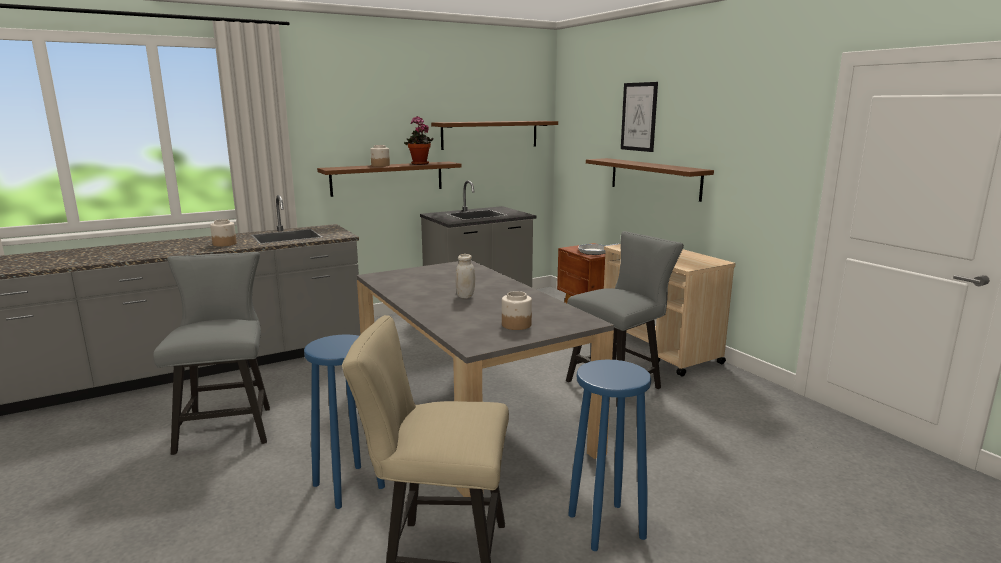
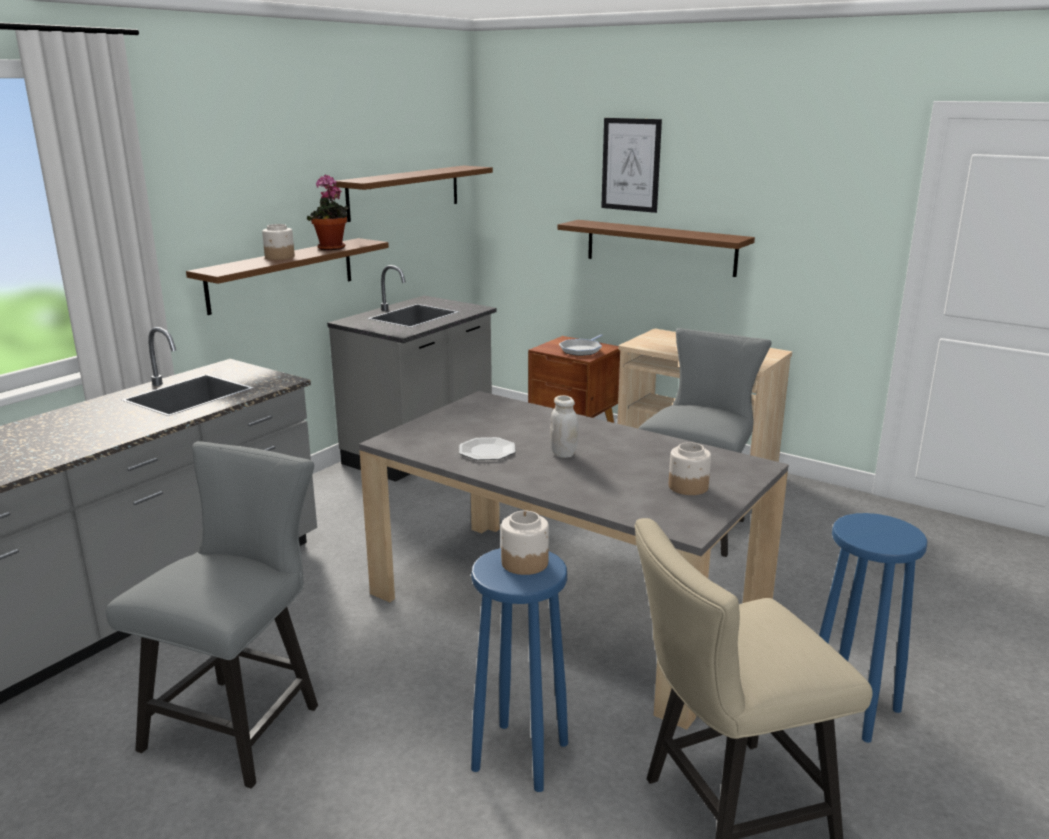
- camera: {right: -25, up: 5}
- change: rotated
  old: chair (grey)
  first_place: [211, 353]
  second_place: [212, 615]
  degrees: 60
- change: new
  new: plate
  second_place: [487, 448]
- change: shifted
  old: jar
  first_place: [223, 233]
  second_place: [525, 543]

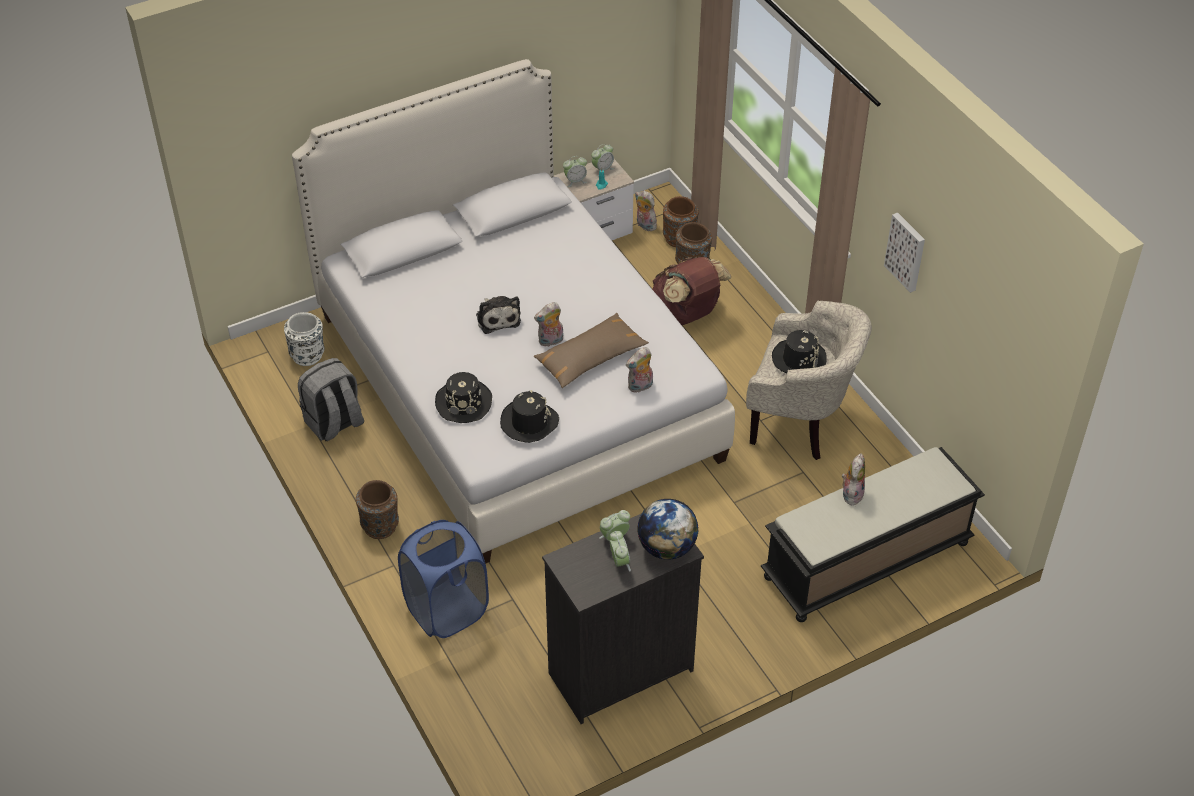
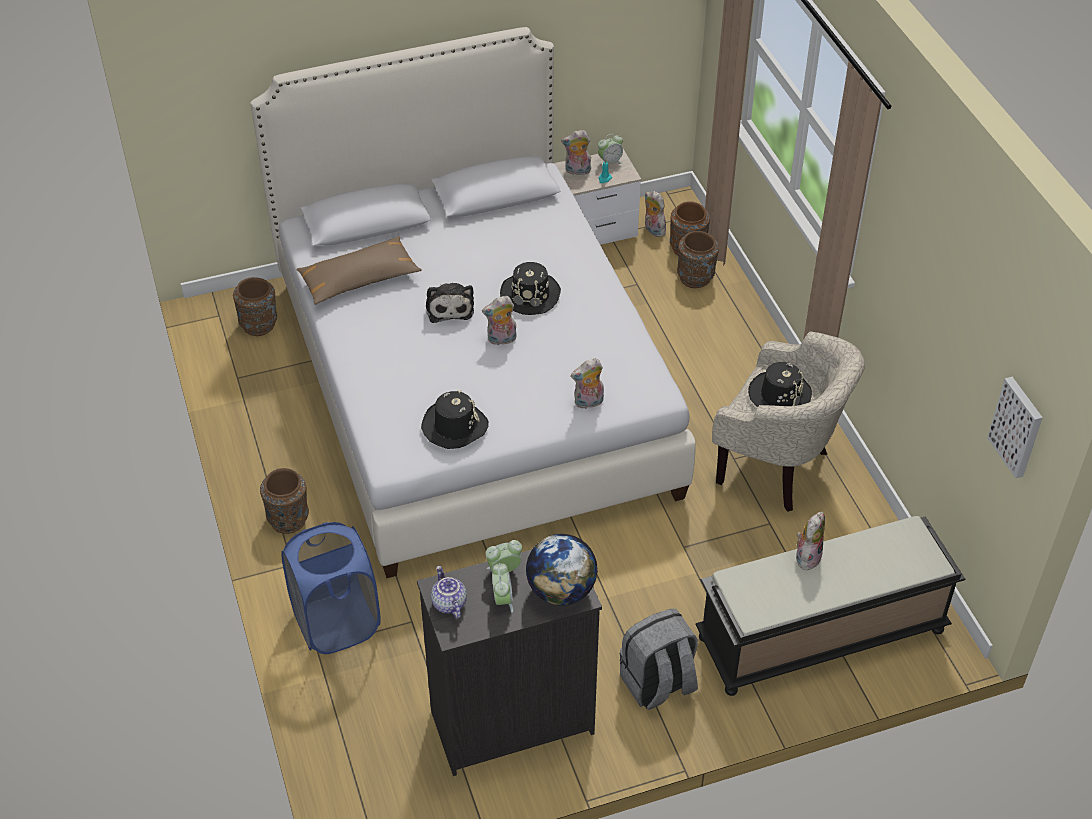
- camera: {right: 10, up: 0}
- change: repainted
  old: vase (white)
  new: vase (brown)
  first_place: [304, 339]
  second_place: [255, 306]
- change: shifted
  old: pillow (brown)
  first_place: [591, 350]
  second_place: [359, 270]
- change: new
  new: teapot
  second_place: [449, 592]
- change: shifted
  old: hat (black)
  first_place: [463, 397]
  second_place: [530, 288]
- change: swapped
  old: alarm clock
  new: plush toy
  first_place: [575, 171]
  second_place: [576, 153]
- change: shifted
  old: backpack (grey)
  first_place: [331, 399]
  second_place: [659, 659]
- change: shifted
  old: picture
  first_place: [904, 253]
  second_place: [1015, 427]
- change: gone
  old: backpack (brown)
  first_place: [691, 291]

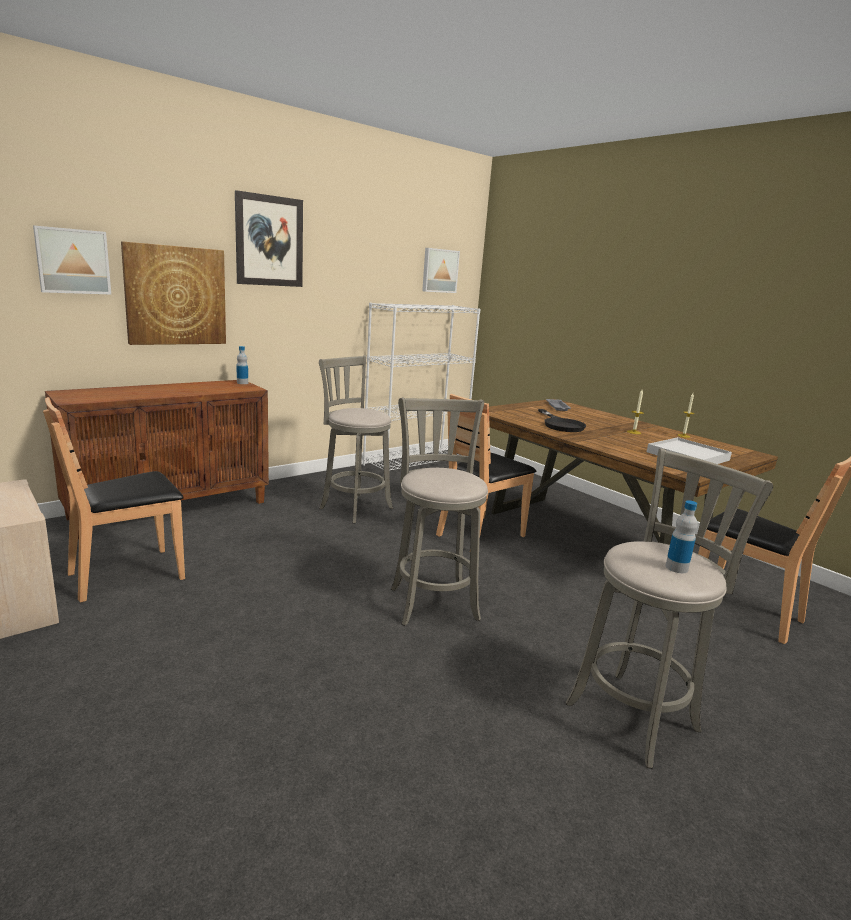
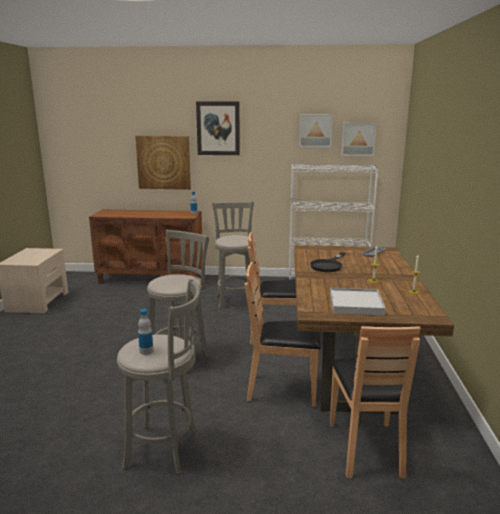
- camera: {right: 45, up: 0}
- change: shifted
  old: chair (brown)
  first_place: [114, 500]
  second_place: [282, 334]
- change: shifted
  old: picture
  first_place: [72, 260]
  second_place: [316, 130]

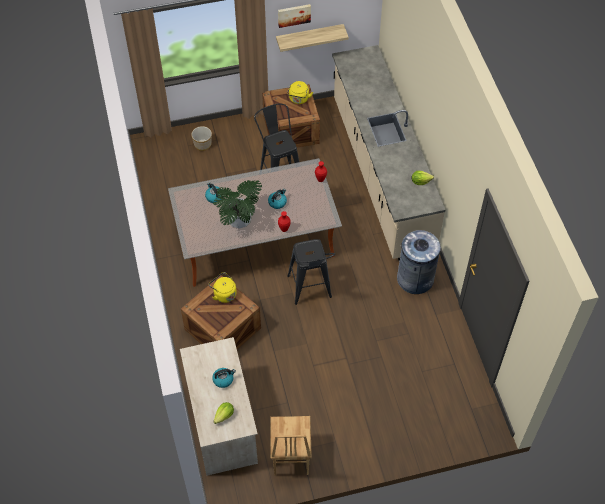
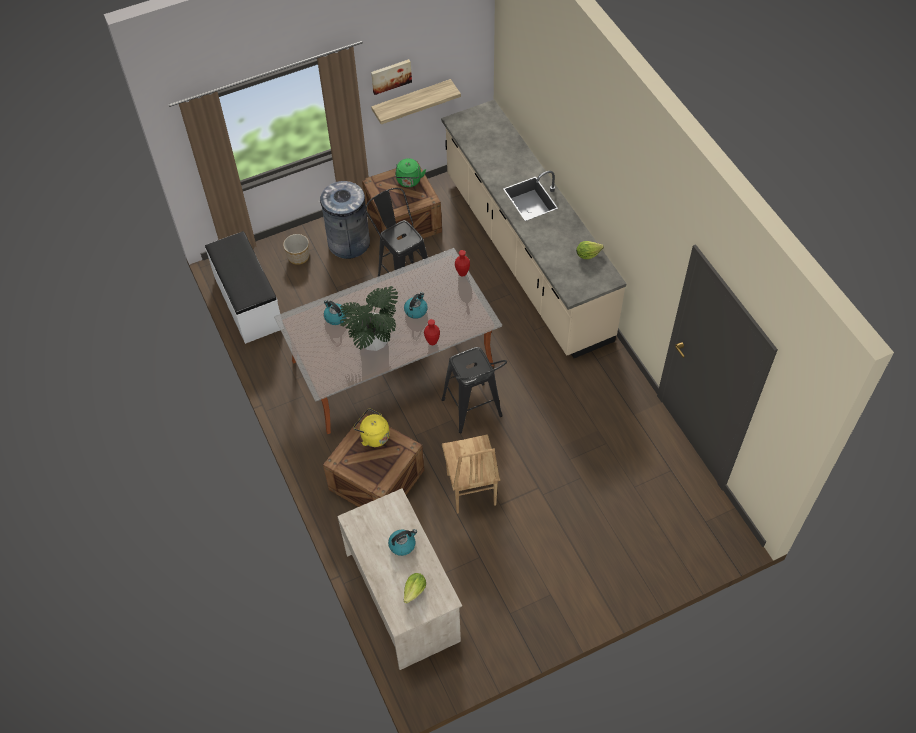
- camera: {right: -10, up: 0}
- change: new
  new: bench (white)
  second_place: [242, 287]
- change: shifted
  old: trash can (grey)
  first_place: [419, 262]
  second_place: [344, 220]
- change: repainted
  old: kettle (yellow)
  new: kettle (green)
  first_place: [300, 92]
  second_place: [410, 172]
- change: shifted
  old: chair (brown)
  first_place: [291, 446]
  second_place: [471, 474]

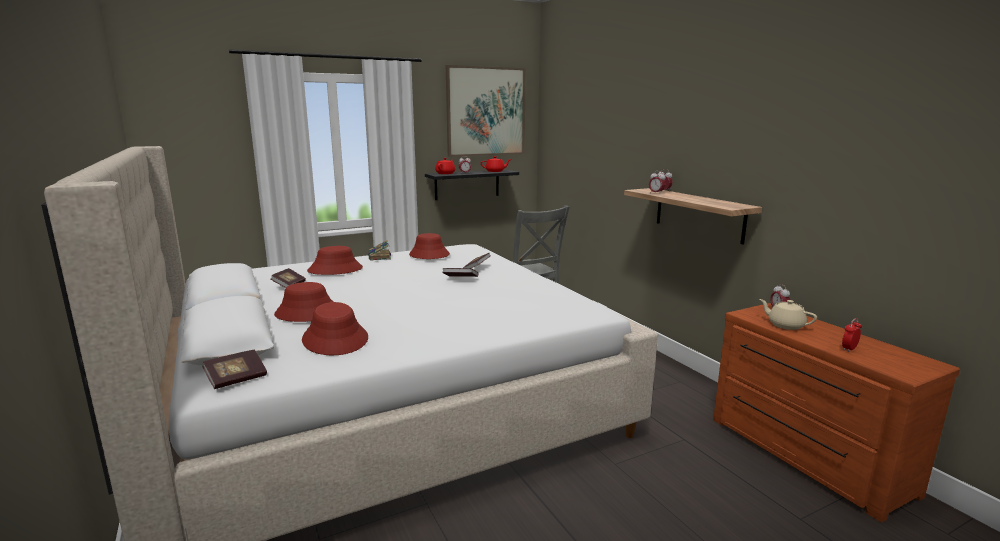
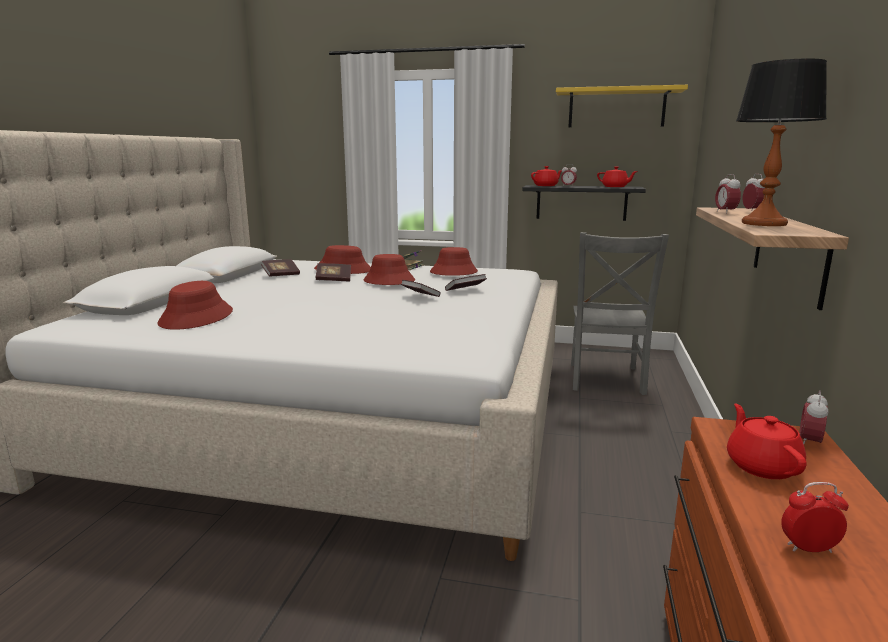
- camera: {right: 40, up: 0}
- change: shifted
  old: book
  first_place: [234, 369]
  second_place: [333, 272]
- change: shifted
  old: hat (red)
  first_place: [303, 302]
  second_place: [389, 269]
- change: swapped
  old: picture
  new: shelf (yellow)
  first_place: [486, 111]
  second_place: [622, 106]
- change: repainted
  old: teapot (beige)
  new: teapot (red)
  first_place: [788, 314]
  second_place: [767, 441]
- change: new
  new: table lamp
  second_place: [781, 142]

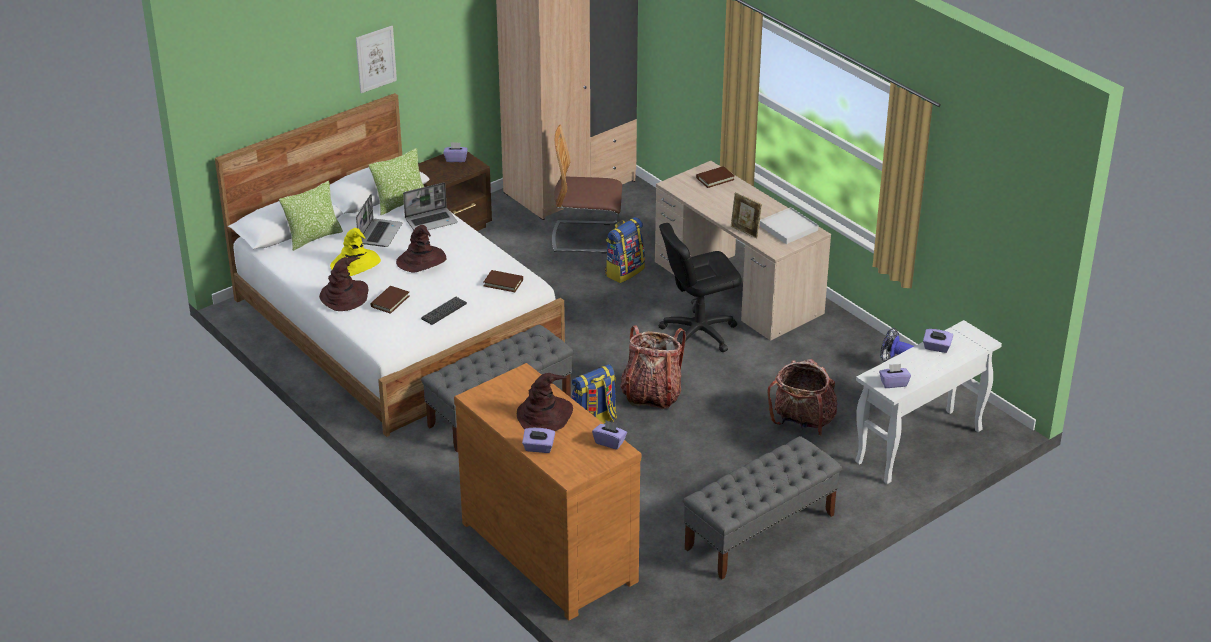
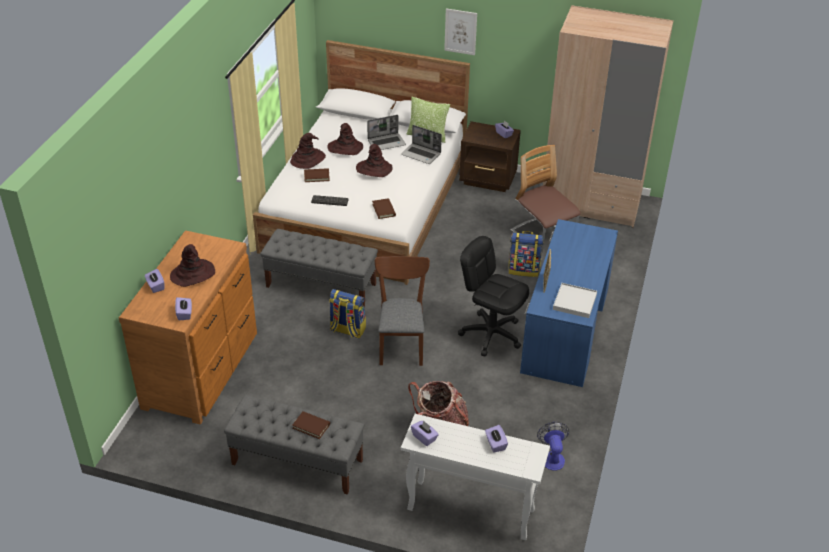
- camera: {right: 55, up: 5}
- change: shifted
  old: book (brown)
  first_place: [715, 177]
  second_place: [311, 425]
- change: repainted
  old: hat (yellow)
  new: hat (brown)
  first_place: [355, 252]
  second_place: [345, 139]
- change: swapped
  old: backpack
  new: chair (brown)
  first_place: [653, 367]
  second_place: [402, 311]
- change: repainted
  old: desk (beige)
  new: desk (blue)
  first_place: [743, 251]
  second_place: [569, 303]
- change: gone
  old: pillow
  first_place: [311, 216]

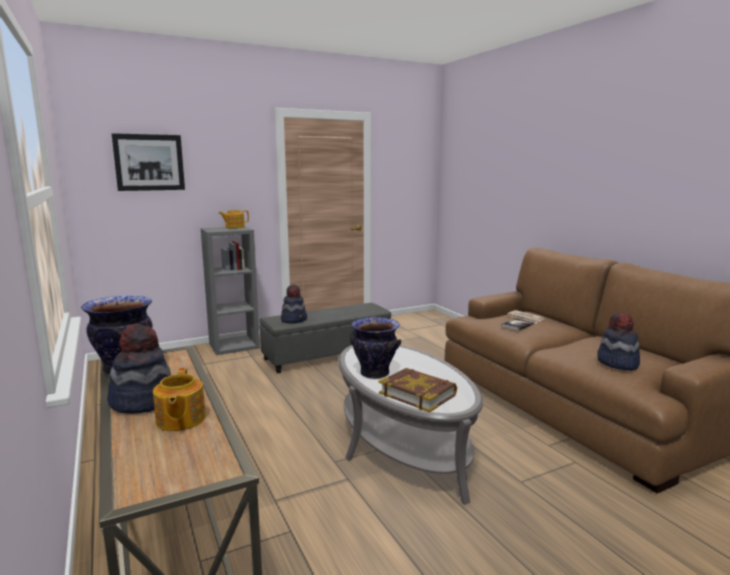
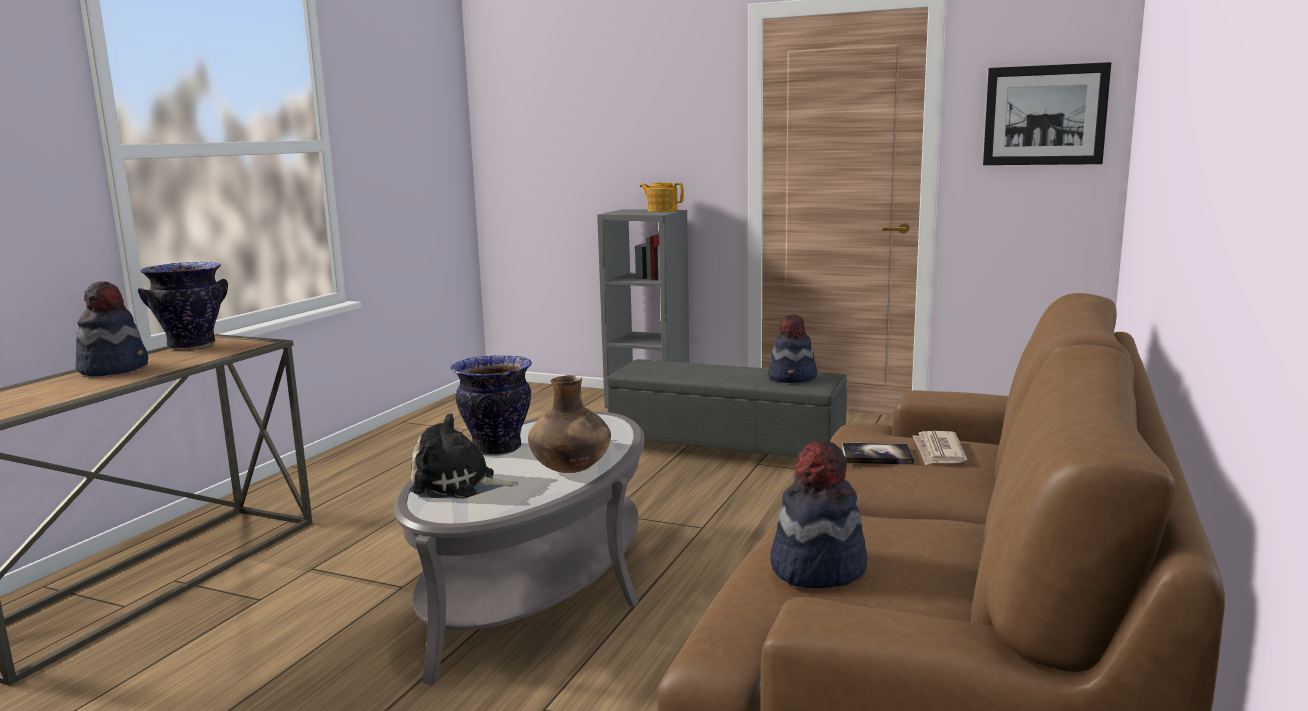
- camera: {right: 50, up: 0}
- change: swapped
  old: book
  new: plush toy
  first_place: [418, 390]
  second_place: [464, 456]
- change: new
  new: vase (brown)
  second_place: [569, 424]
- change: shifted
  old: hat
  first_place: [294, 304]
  second_place: [792, 348]
- change: shifted
  old: picture
  first_place: [148, 162]
  second_place: [1047, 113]
- change: gone
  old: teapot
  first_place: [179, 399]

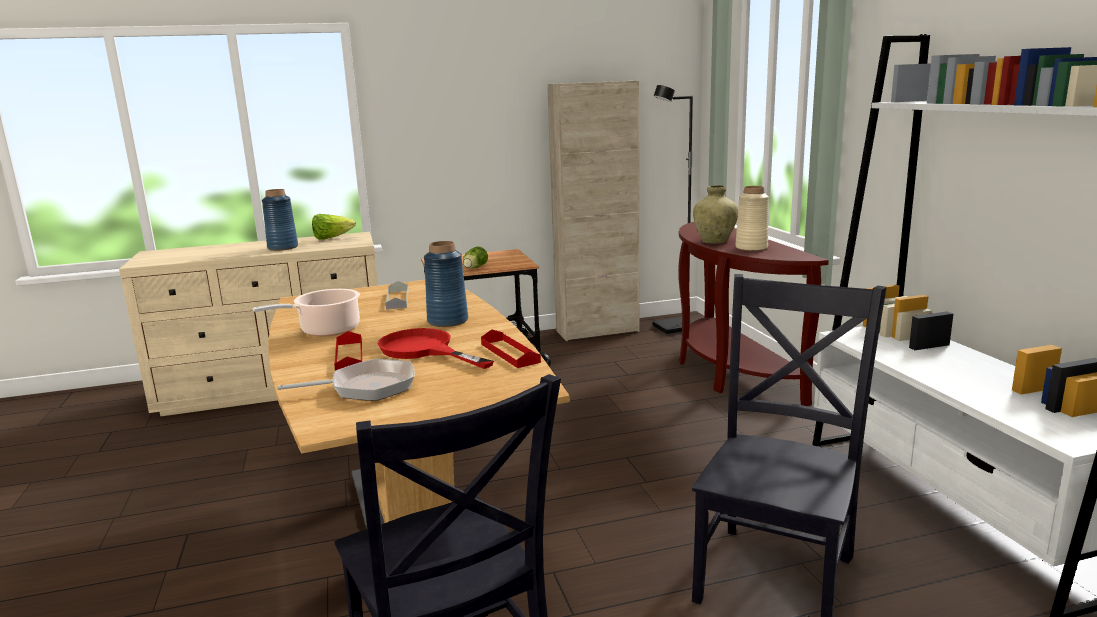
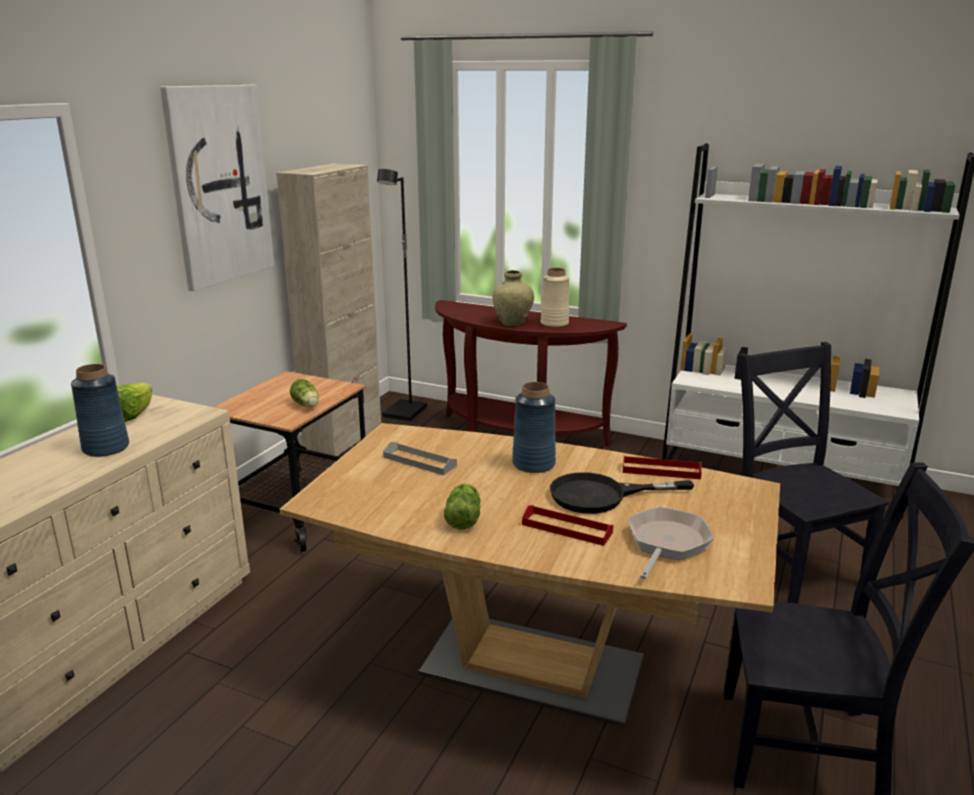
- camera: {right: -50, up: 5}
- change: new
  new: picture
  second_place: [217, 188]
- change: swapped
  old: cooking pot
  new: lettuce
  first_place: [306, 312]
  second_place: [462, 506]
- change: repainted
  old: frying pan (red)
  new: frying pan (black)
  first_place: [435, 348]
  second_place: [622, 493]

